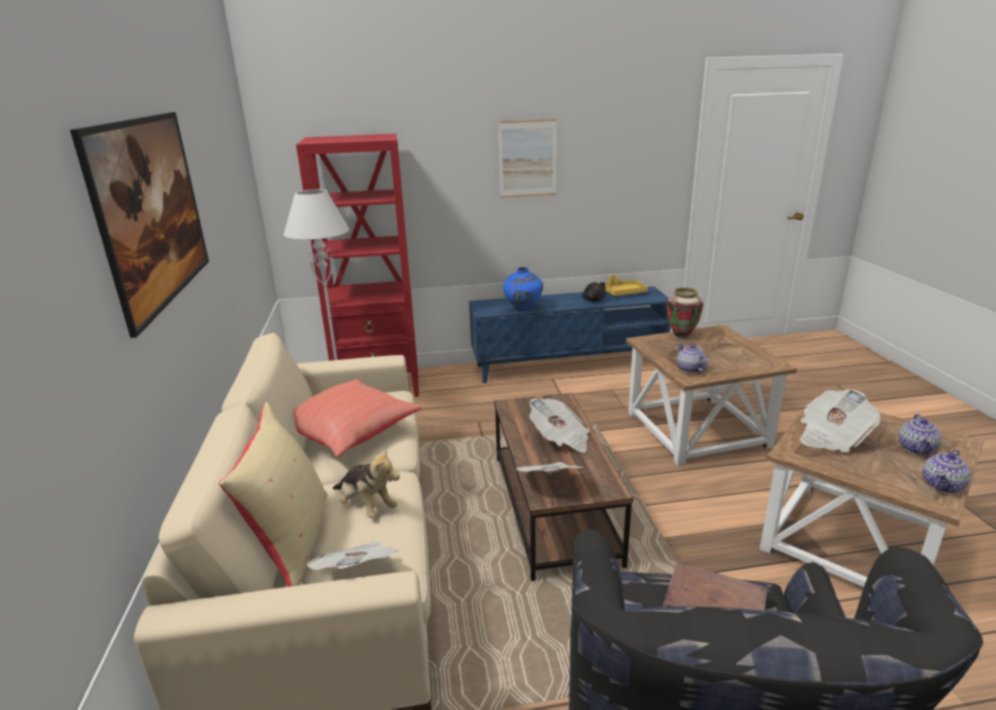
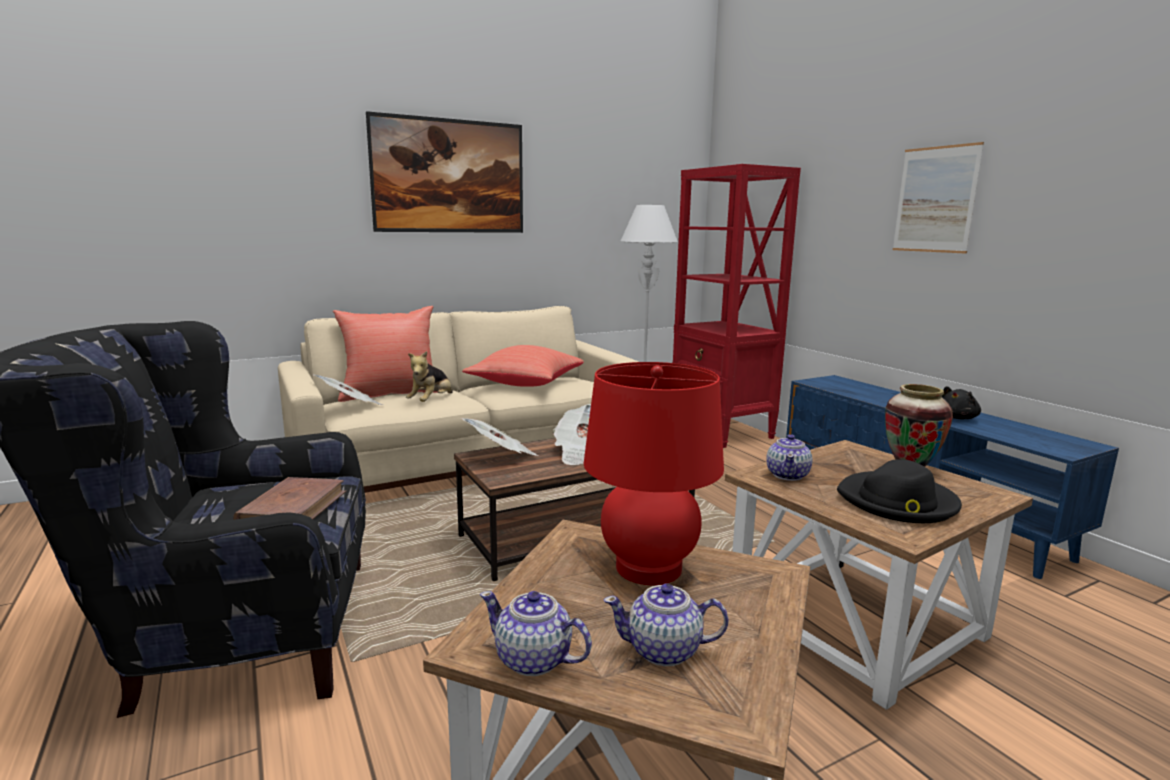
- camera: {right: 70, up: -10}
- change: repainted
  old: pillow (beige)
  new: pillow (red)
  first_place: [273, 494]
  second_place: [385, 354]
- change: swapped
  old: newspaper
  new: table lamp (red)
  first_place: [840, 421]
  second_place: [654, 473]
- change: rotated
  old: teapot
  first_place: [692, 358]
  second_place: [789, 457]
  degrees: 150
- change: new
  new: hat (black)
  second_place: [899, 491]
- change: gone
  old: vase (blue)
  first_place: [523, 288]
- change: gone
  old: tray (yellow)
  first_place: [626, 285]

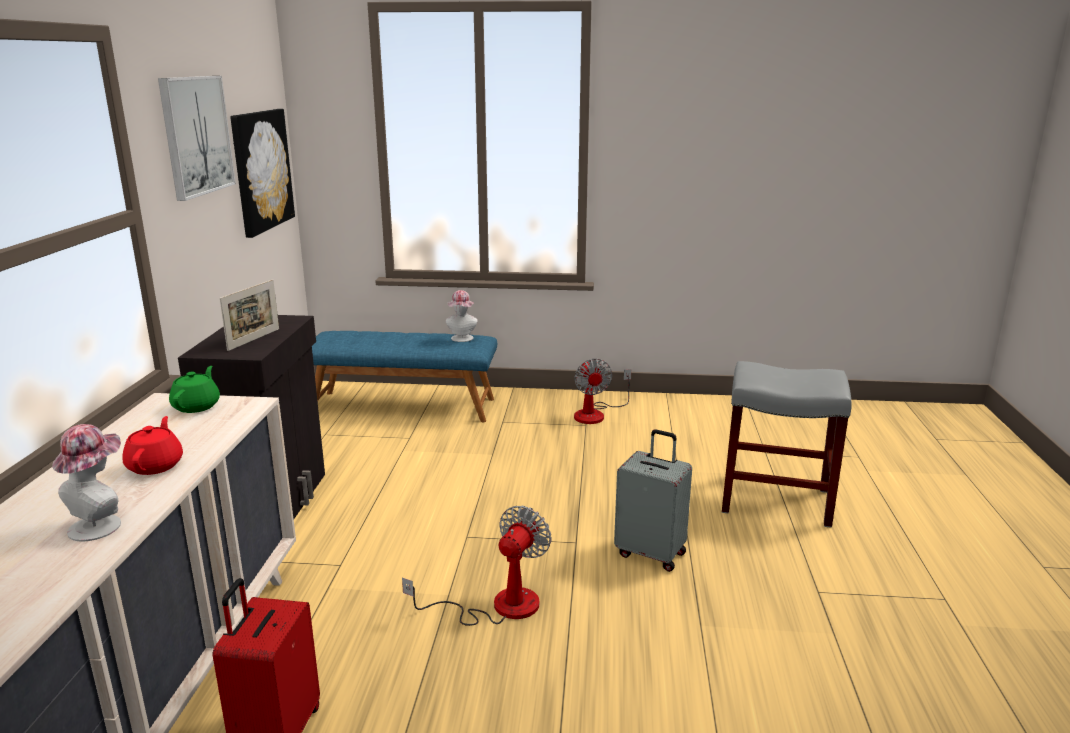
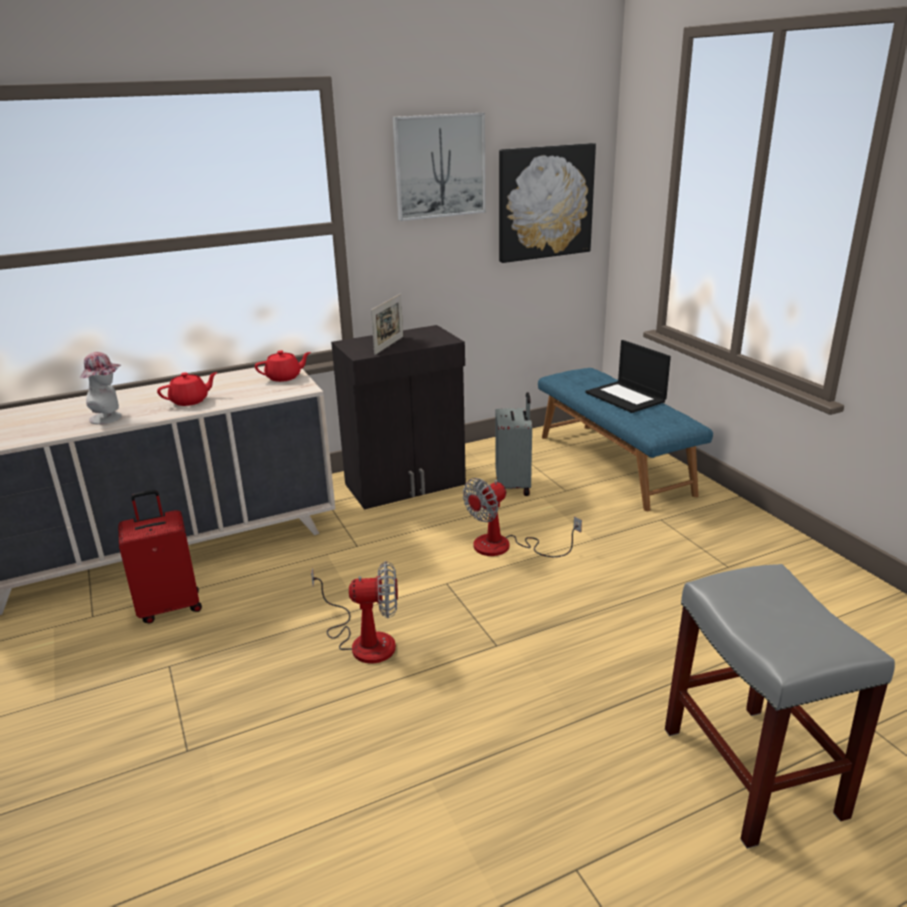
- camera: {right: 60, up: 5}
- change: repainted
  old: teapot (green)
  new: teapot (red)
  first_place: [194, 389]
  second_place: [283, 366]
- change: rotated
  old: picture frame
  first_place: [249, 315]
  second_place: [387, 324]
  degrees: -60
- change: shifted
  old: fan
  first_place: [602, 391]
  second_place: [522, 517]
- change: shifted
  old: suitcase (grey)
  first_place: [653, 500]
  second_place: [513, 444]
- change: new
  new: laptop
  second_place: [628, 376]
- change: gone
  old: hat
  first_place: [462, 316]

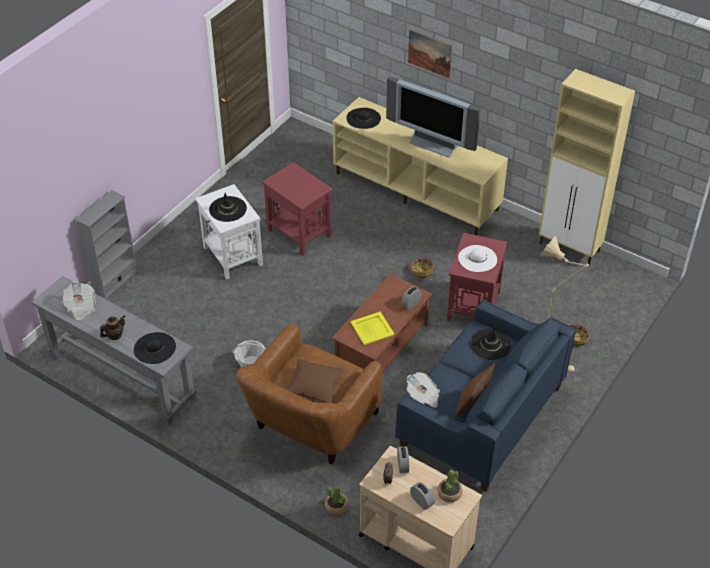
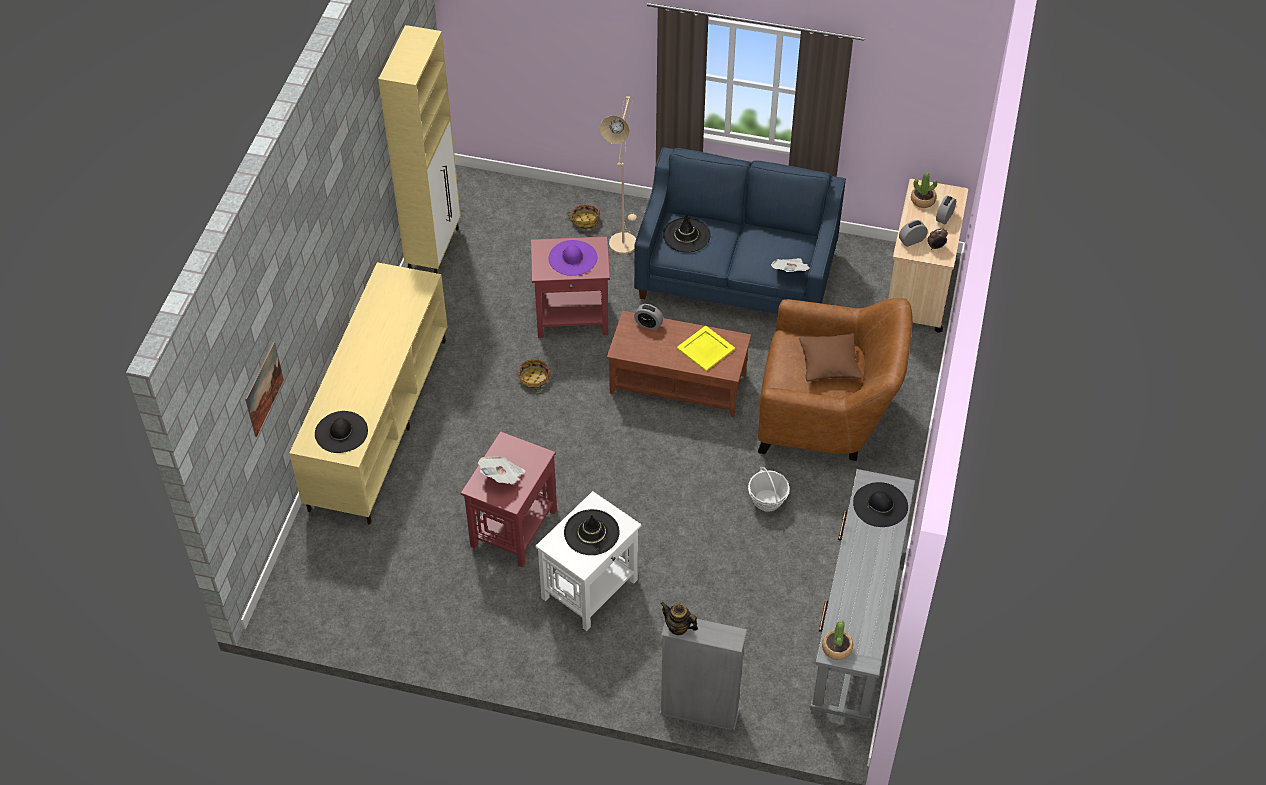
- camera: {right: -110, up: 5}
- change: shifted
  old: picture
  first_place: [430, 53]
  second_place: [264, 389]
- change: shifted
  old: newspaper
  first_place: [79, 300]
  second_place: [502, 470]
- change: repainted
  old: hat (white)
  new: hat (purple)
  first_place: [477, 258]
  second_place: [572, 258]
- change: shifted
  old: teapot
  first_place: [113, 327]
  second_place: [679, 618]
- change: shifted
  old: potted plant
  first_place: [336, 500]
  second_place: [837, 640]
- change: gone
  old: television
  first_place: [433, 117]
- change: gone
  old: pillow (brown)
  first_place: [475, 390]

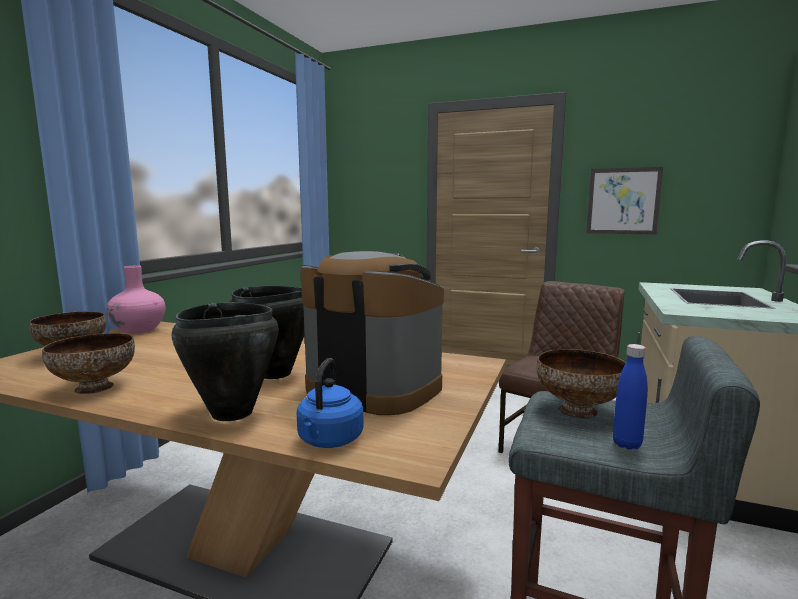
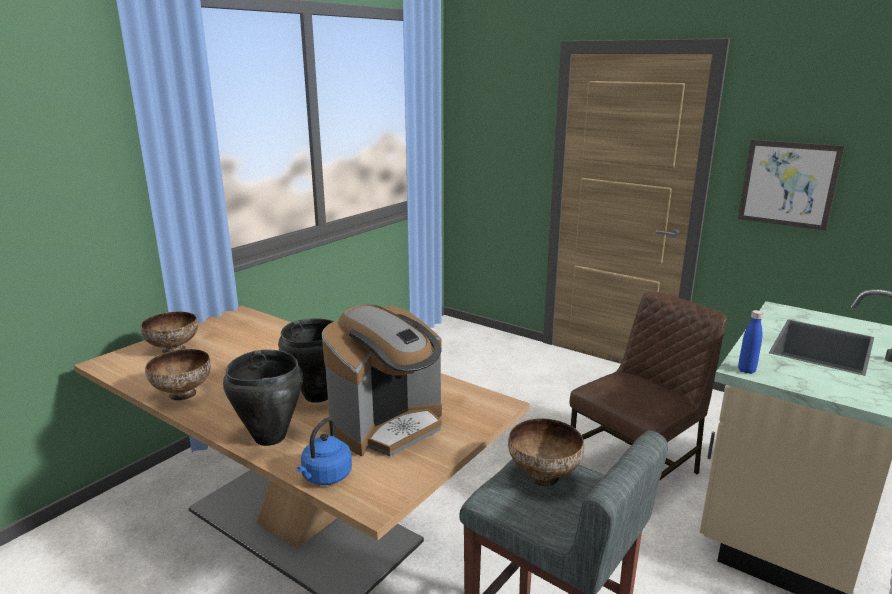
- camera: {right: 15, up: 10}
- change: rotated
  old: coffee machine
  first_place: [372, 333]
  second_place: [382, 380]
  degrees: 90
- change: shifted
  old: bottle (blue)
  first_place: [630, 397]
  second_place: [750, 342]
- change: gone
  old: vase (pink)
  first_place: [135, 300]

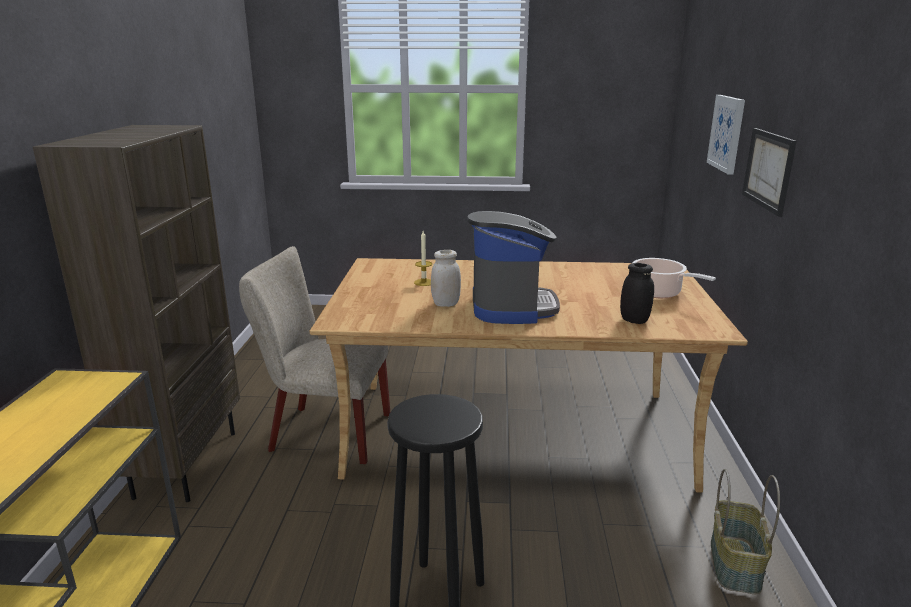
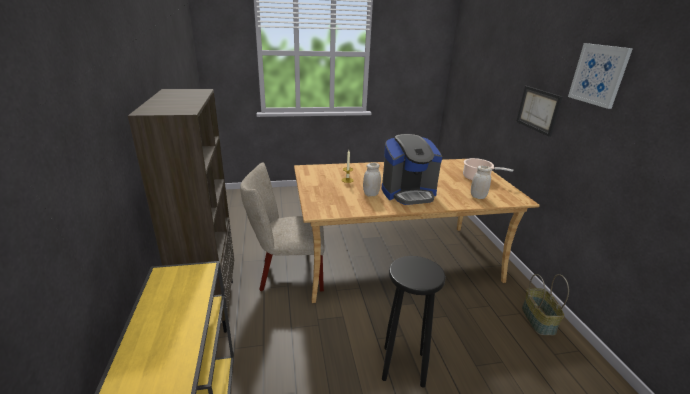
- camera: {right: -15, up: 5}
- change: rotated
  old: coffee machine
  first_place: [514, 267]
  second_place: [412, 169]
  degrees: 90
- change: repainted
  old: jar (black)
  new: jar (white)
  first_place: [637, 293]
  second_place: [481, 182]
- change: shifted
  old: picture
  first_place: [726, 134]
  second_place: [600, 76]

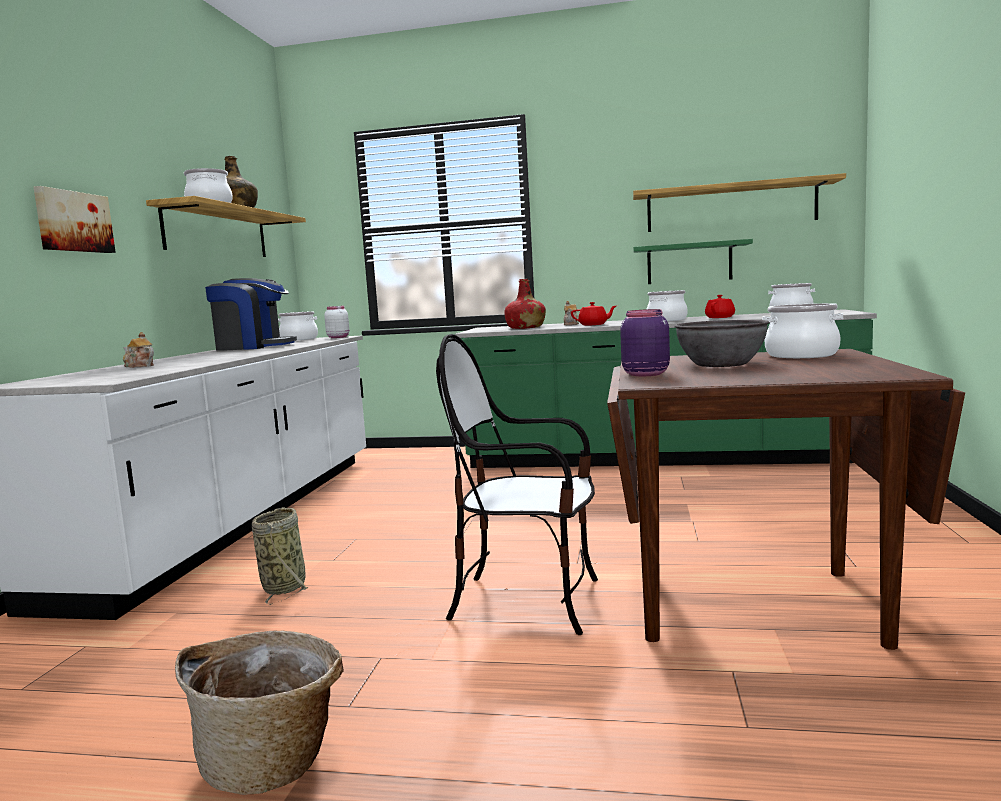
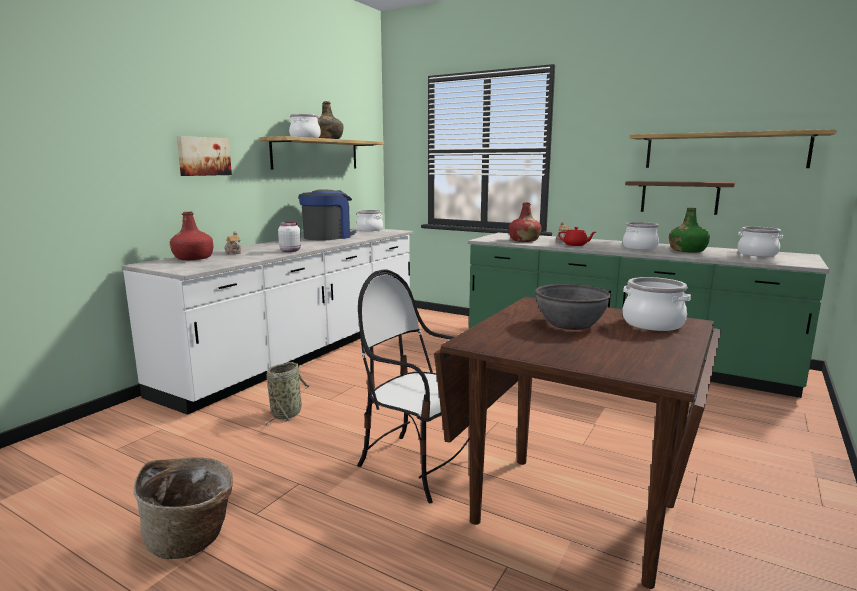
- camera: {right: 20, up: 5}
- change: new
  new: bottle (red)
  second_place: [191, 236]
- change: shifted
  old: jar (white)
  first_place: [336, 322]
  second_place: [289, 237]
- change: rotated
  old: coffee machine
  first_place: [251, 314]
  second_place: [327, 215]
  degrees: -75
- change: repainted
  old: shelf (green)
  new: shelf (brown)
  first_place: [693, 261]
  second_place: [680, 198]
- change: swapped
  old: teapot (red)
  new: bottle (green)
  first_place: [720, 306]
  second_place: [689, 230]
- change: gone
  old: jar (purple)
  first_place: [645, 342]

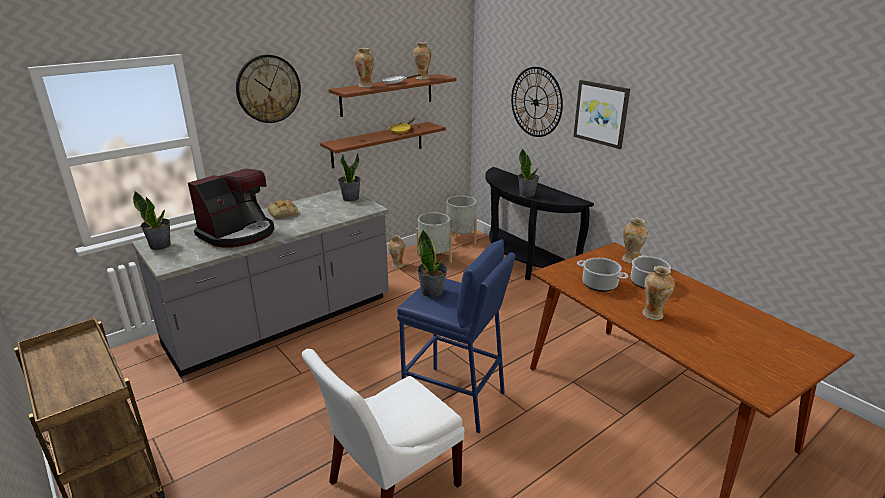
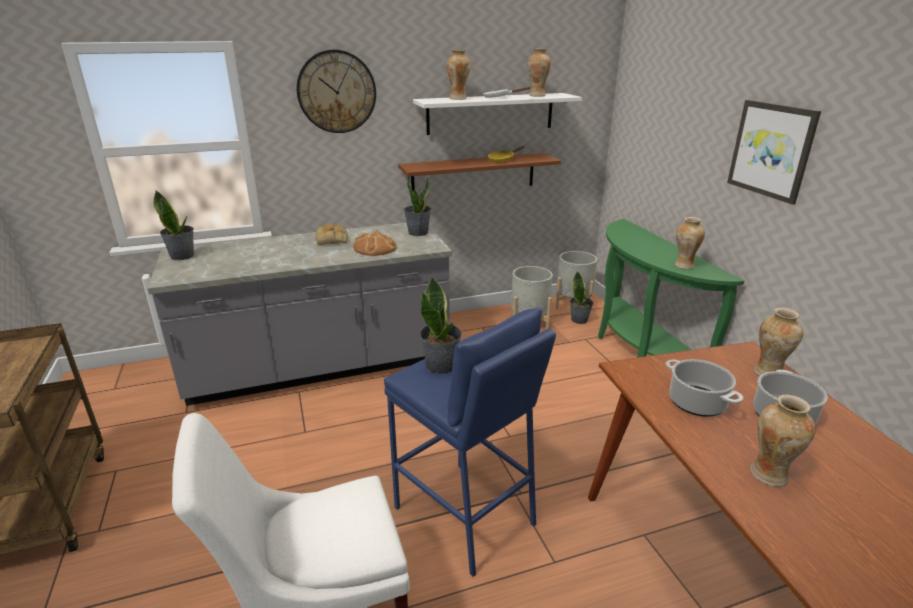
- camera: {right: 20, up: 0}
- change: new
  new: bread
  second_place: [375, 243]
- change: repainted
  old: shelf (brown)
  new: shelf (white)
  first_place: [393, 95]
  second_place: [497, 114]
- change: shifted
  old: potted plant
  first_place: [528, 172]
  second_place: [581, 297]
- change: repainted
  old: console table (black)
  new: console table (green)
  first_place: [539, 223]
  second_place: [671, 288]
- change: shifted
  old: vase
  first_place: [396, 251]
  second_place: [690, 243]
- change: gone
  old: coffee machine
  first_place: [231, 208]
- change: gone
  old: wall clock
  first_place: [537, 102]

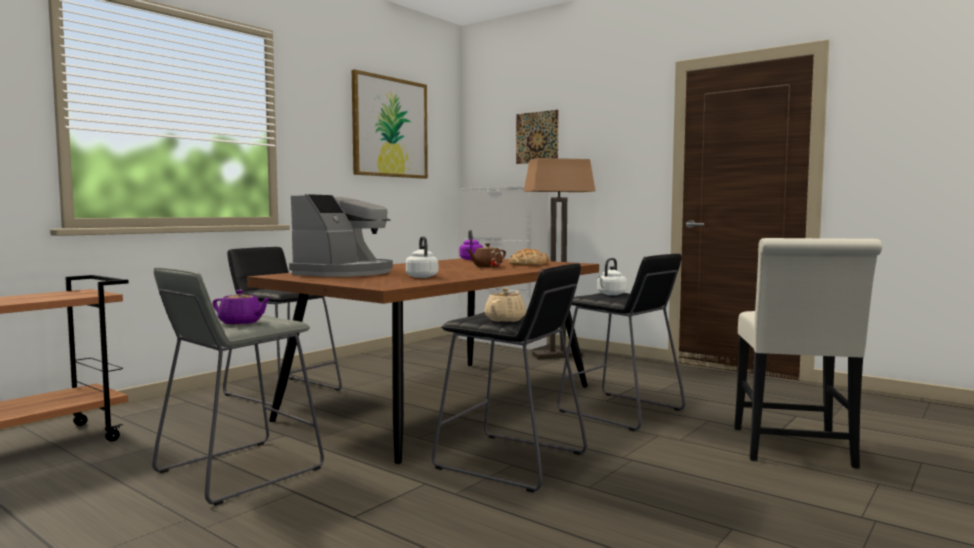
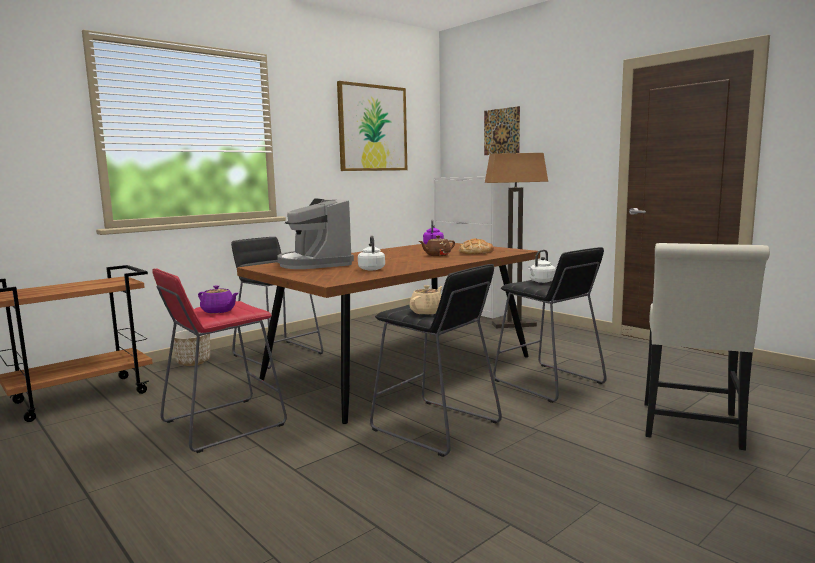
- camera: {right: 10, up: 5}
- change: repainted
  old: stool (grey)
  new: stool (red)
  first_place: [238, 386]
  second_place: [219, 360]
- change: new
  new: planter
  second_place: [191, 348]
- change: rotated
  old: coffee machine
  first_place: [341, 235]
  second_place: [315, 233]
  degrees: 120

